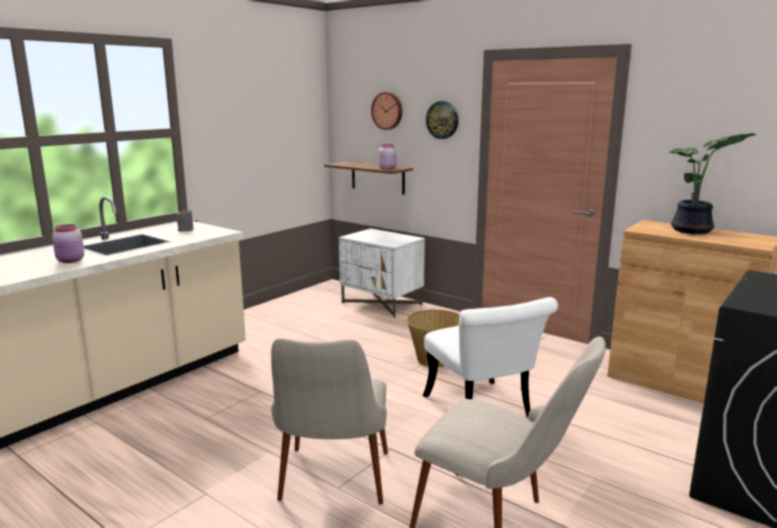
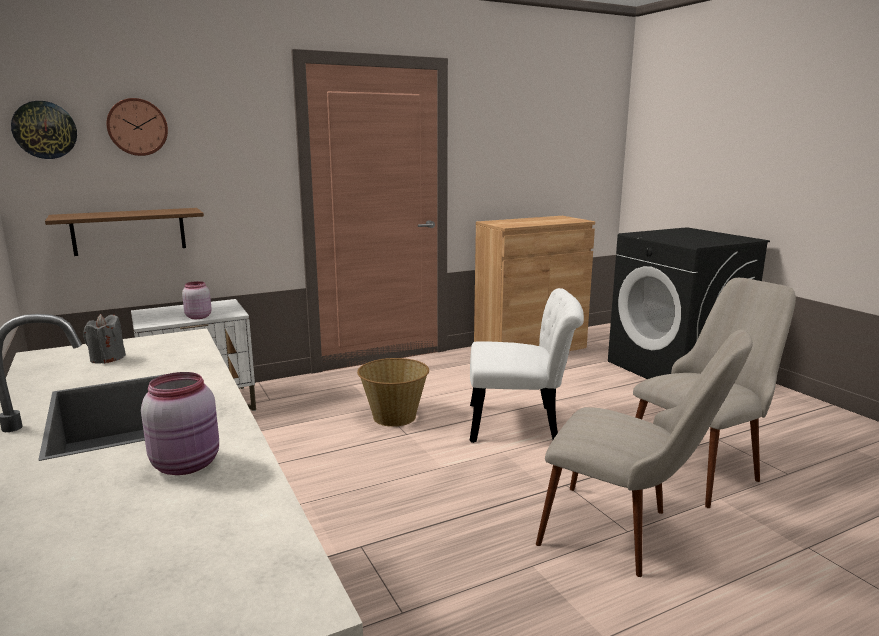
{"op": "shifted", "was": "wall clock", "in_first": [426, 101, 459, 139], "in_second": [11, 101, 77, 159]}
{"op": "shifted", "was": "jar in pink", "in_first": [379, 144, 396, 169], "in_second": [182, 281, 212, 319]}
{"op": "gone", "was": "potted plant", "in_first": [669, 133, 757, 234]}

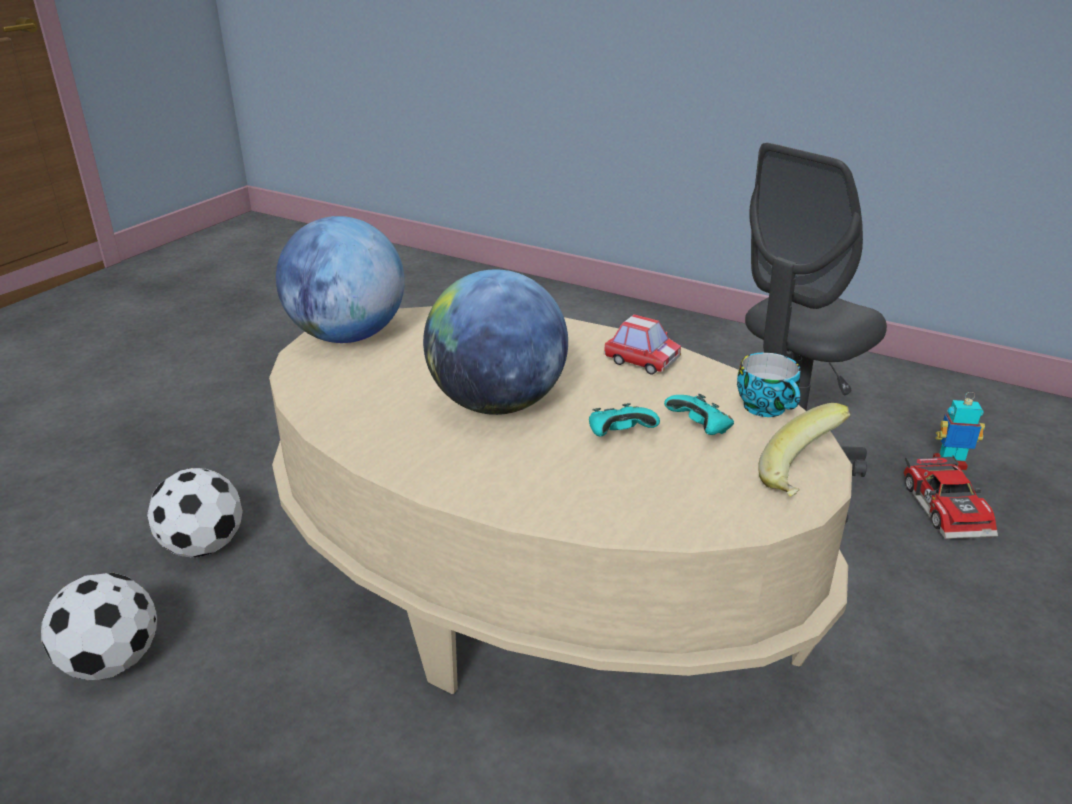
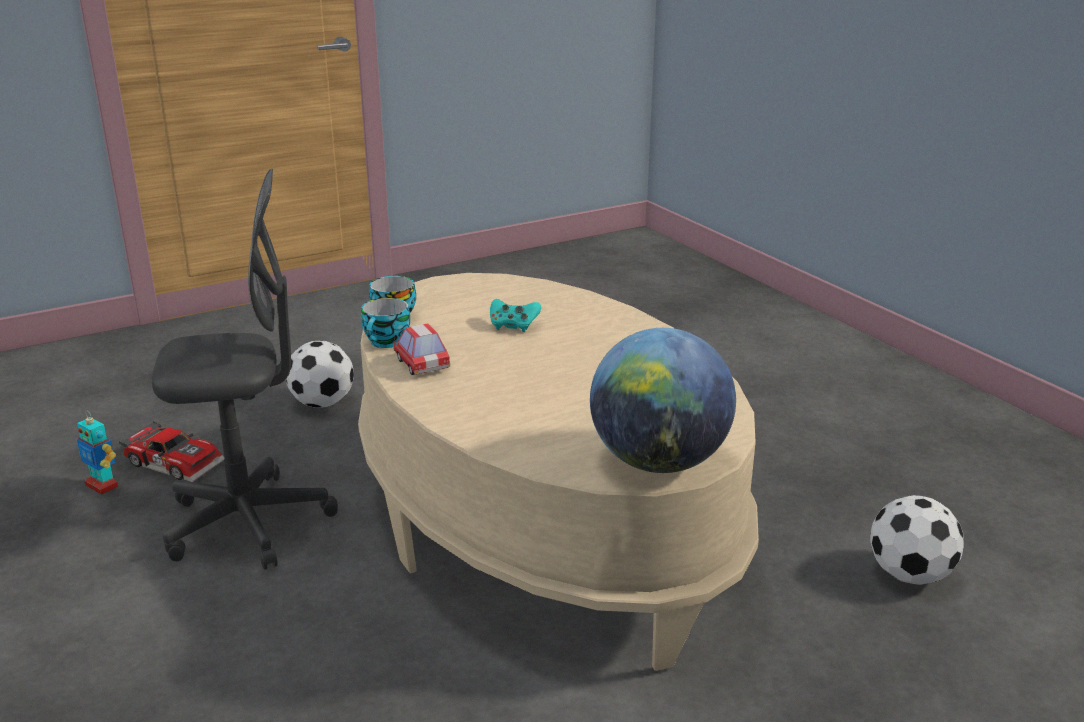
{"op": "rotated", "was": "toy car", "in_first": [903, 455, 998, 539], "in_second": [119, 421, 224, 482], "clockwise": 90}
{"op": "shifted", "was": "football", "in_first": [147, 468, 243, 558], "in_second": [286, 341, 354, 408]}
{"op": "new", "now": "cup", "in_second": [361, 298, 410, 348]}
{"op": "gone", "was": "globe", "in_first": [423, 269, 568, 415]}
{"op": "gone", "was": "game controller in turquoise", "in_first": [664, 394, 734, 435]}
{"op": "gone", "was": "banana", "in_first": [758, 403, 851, 497]}

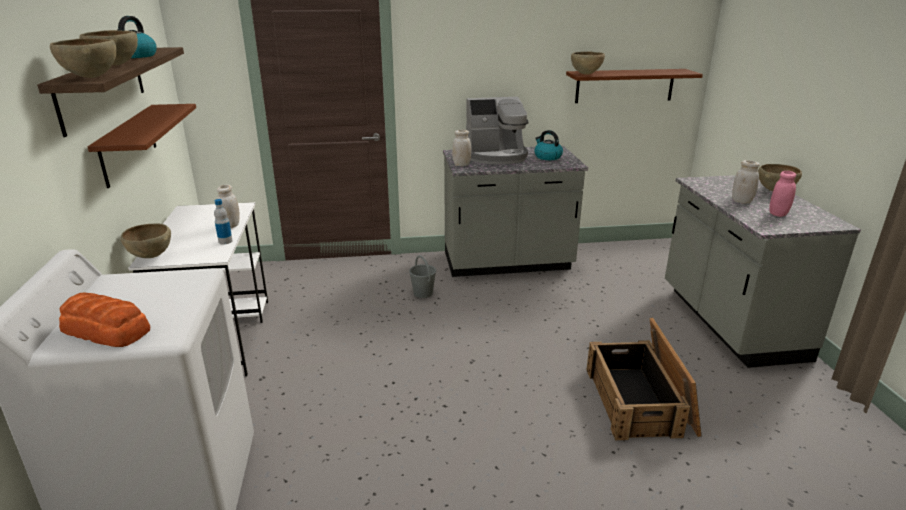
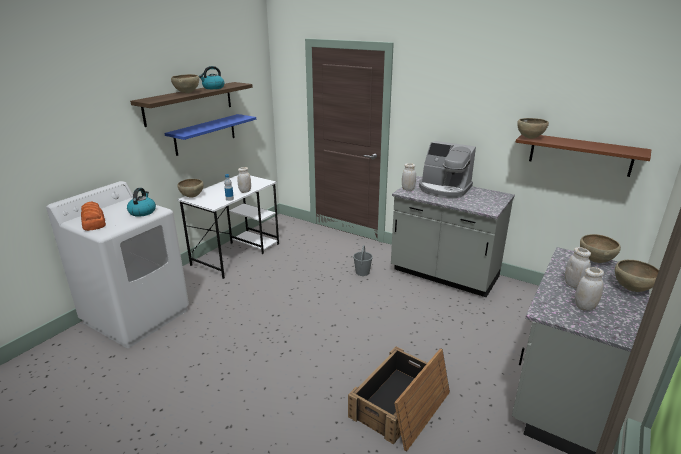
{"op": "shifted", "was": "kettle", "in_first": [534, 130, 563, 160], "in_second": [127, 188, 156, 217]}
{"op": "repainted", "was": "shelf in brown", "now": "shelf in blue", "in_first": [87, 104, 196, 188], "in_second": [165, 114, 256, 156]}
{"op": "repainted", "was": "jar in pink", "now": "jar in white", "in_first": [769, 171, 796, 217], "in_second": [575, 267, 604, 311]}
{"op": "shifted", "was": "bowl in brown", "in_first": [50, 38, 116, 78], "in_second": [580, 234, 621, 263]}

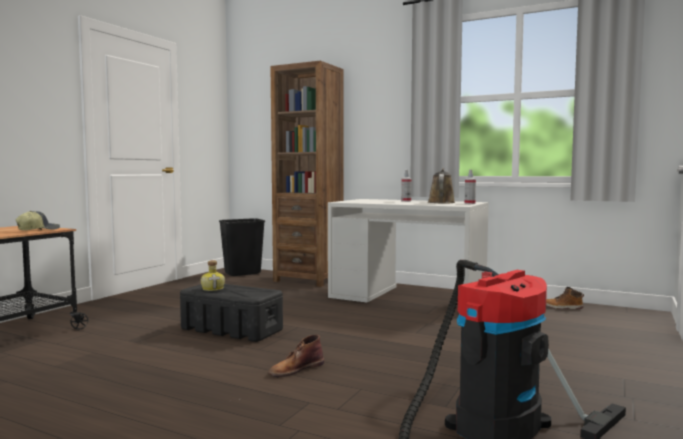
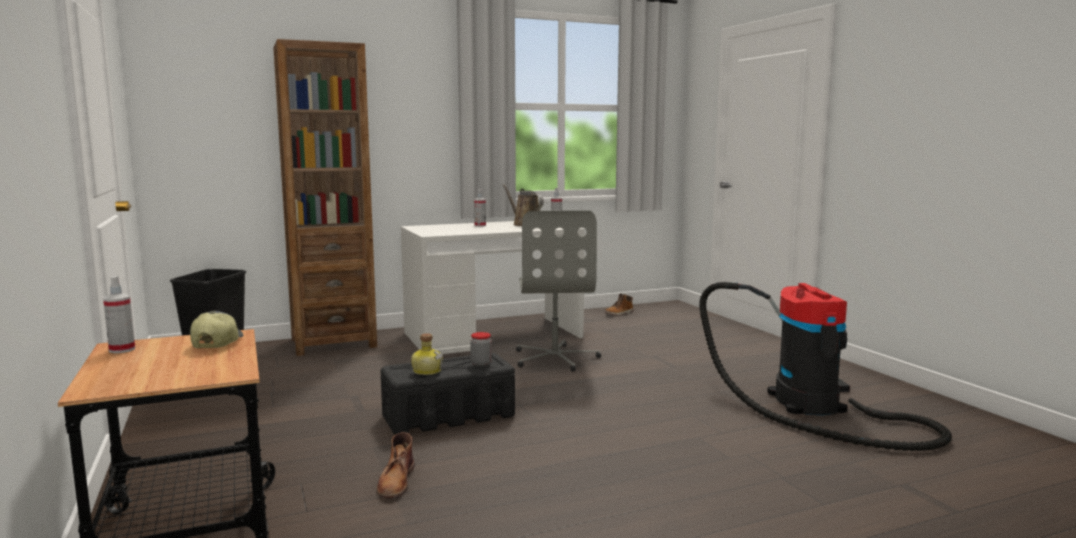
{"op": "new", "now": "spray bottle", "in_second": [103, 277, 135, 353]}
{"op": "shifted", "was": "boot in brown", "in_first": [268, 335, 324, 377], "in_second": [377, 432, 415, 499]}
{"op": "new", "now": "jar", "in_second": [470, 332, 492, 366]}
{"op": "new", "now": "office chair in grey", "in_second": [516, 211, 601, 372]}

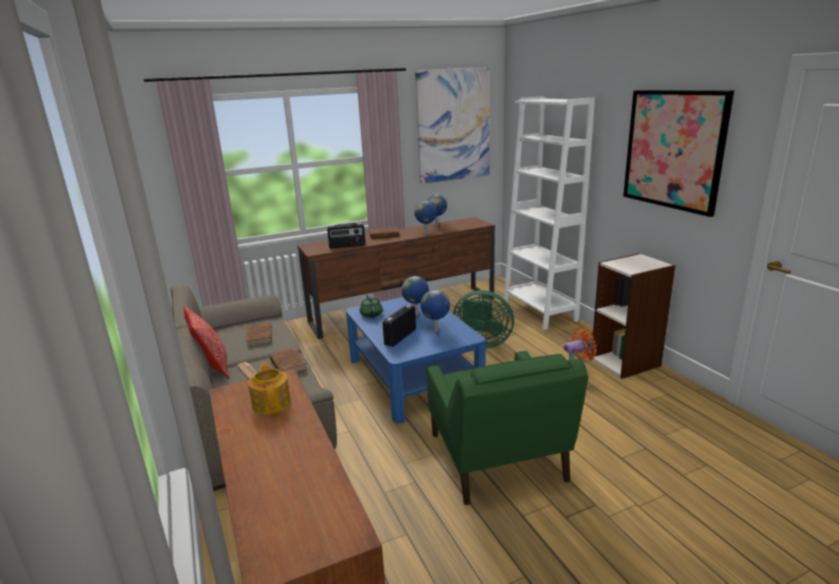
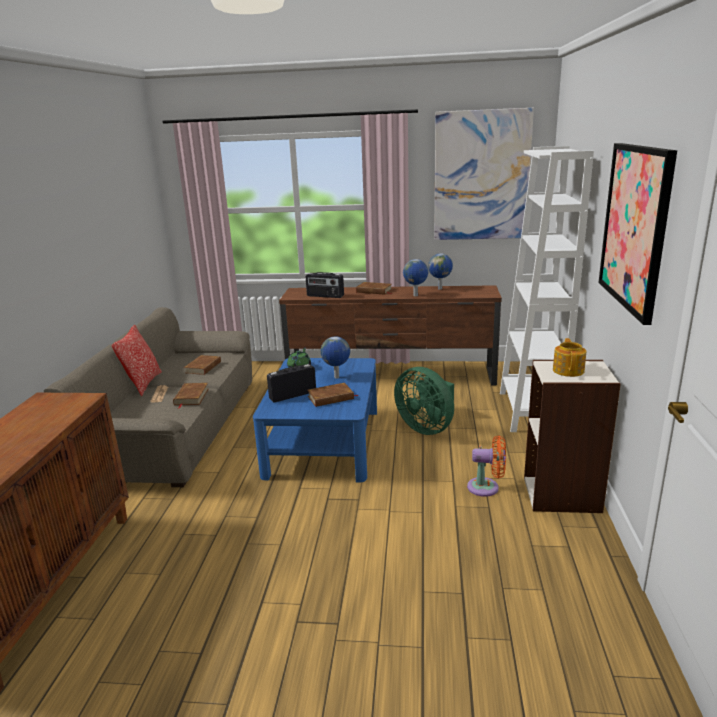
{"op": "swapped", "was": "globe", "now": "book in brown", "in_first": [420, 290, 450, 332], "in_second": [308, 383, 358, 407]}
{"op": "shifted", "was": "teapot", "in_first": [248, 362, 291, 415], "in_second": [553, 338, 586, 377]}
{"op": "gone", "was": "armchair in green", "in_first": [426, 351, 588, 505]}

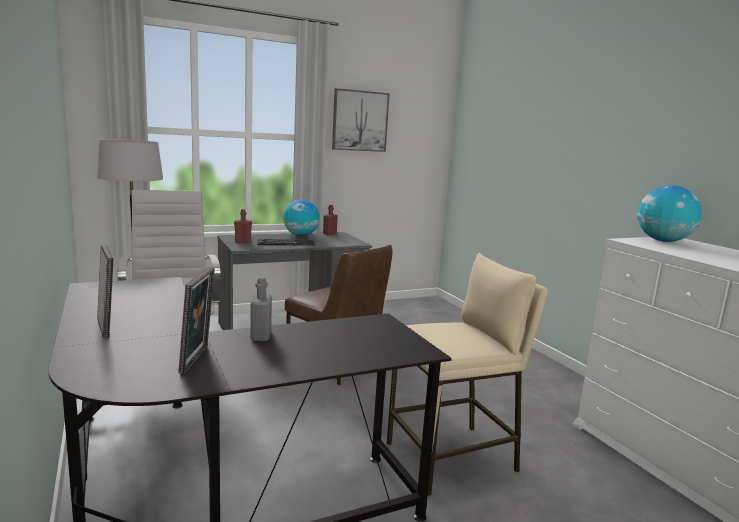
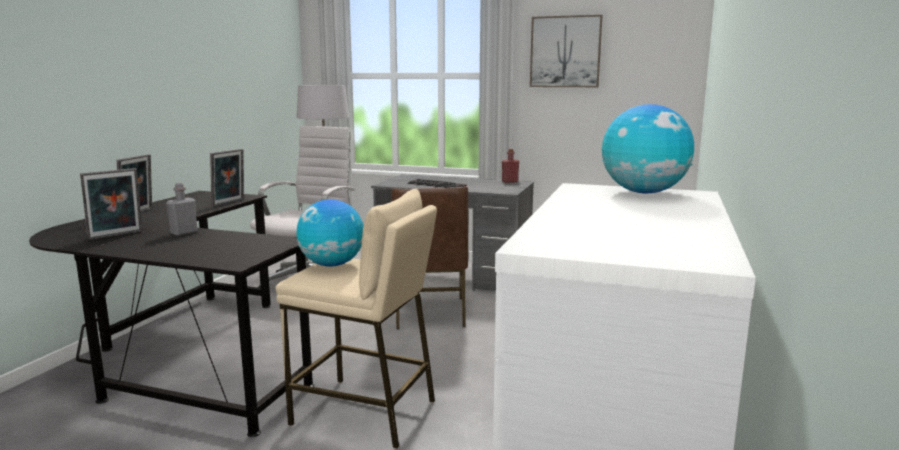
{"op": "new", "now": "picture frame", "in_second": [210, 149, 244, 207]}
{"op": "shifted", "was": "globe", "in_first": [283, 199, 320, 236], "in_second": [297, 199, 364, 267]}
{"op": "gone", "was": "bottle in red", "in_first": [234, 209, 252, 243]}

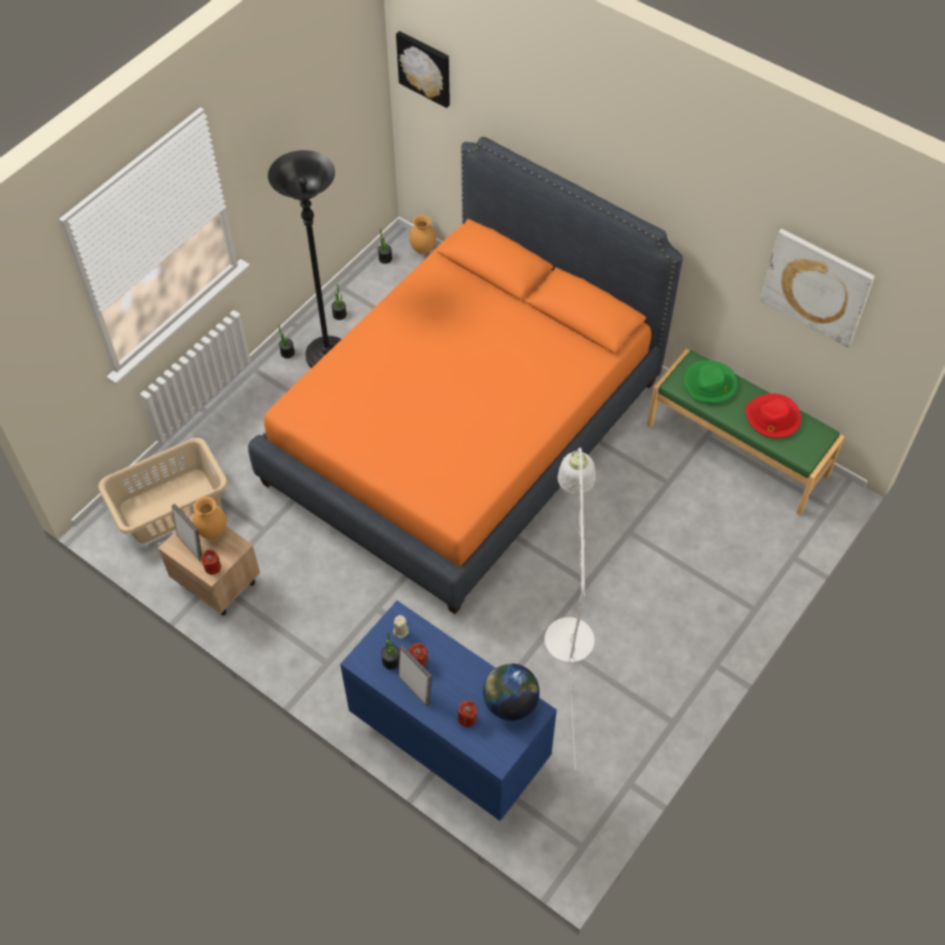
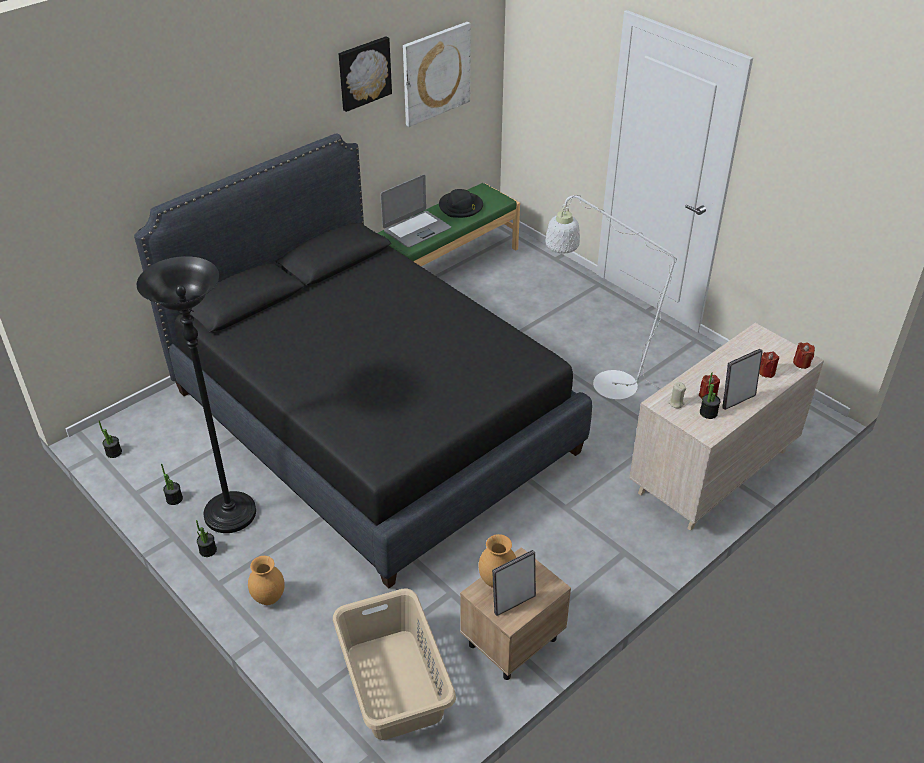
{"op": "repainted", "was": "bed in orange", "now": "bed in black", "in_first": [248, 137, 683, 614], "in_second": [134, 133, 592, 589]}
{"op": "shifted", "was": "vase in brown", "in_first": [409, 215, 436, 254], "in_second": [248, 556, 285, 605]}
{"op": "shifted", "was": "picture", "in_first": [396, 31, 450, 108], "in_second": [339, 36, 392, 112]}
{"op": "swapped", "was": "hat in green", "now": "laptop", "in_first": [684, 360, 738, 403], "in_second": [380, 174, 451, 247]}
{"op": "repainted", "was": "hat in red", "now": "hat in black", "in_first": [745, 393, 801, 438], "in_second": [439, 189, 483, 218]}
{"op": "repainted", "was": "dresser in blue", "now": "dresser in beige", "in_first": [340, 600, 557, 821], "in_second": [629, 323, 824, 531]}
{"op": "shifted", "was": "candle in red", "in_first": [201, 550, 221, 575], "in_second": [793, 342, 815, 369]}
{"op": "gone", "was": "globe", "in_first": [483, 663, 540, 721]}

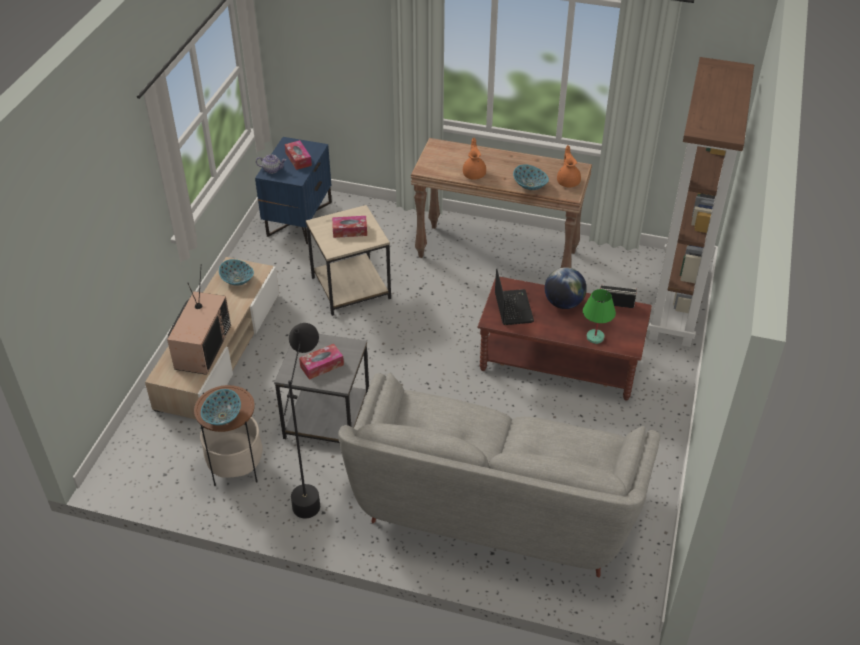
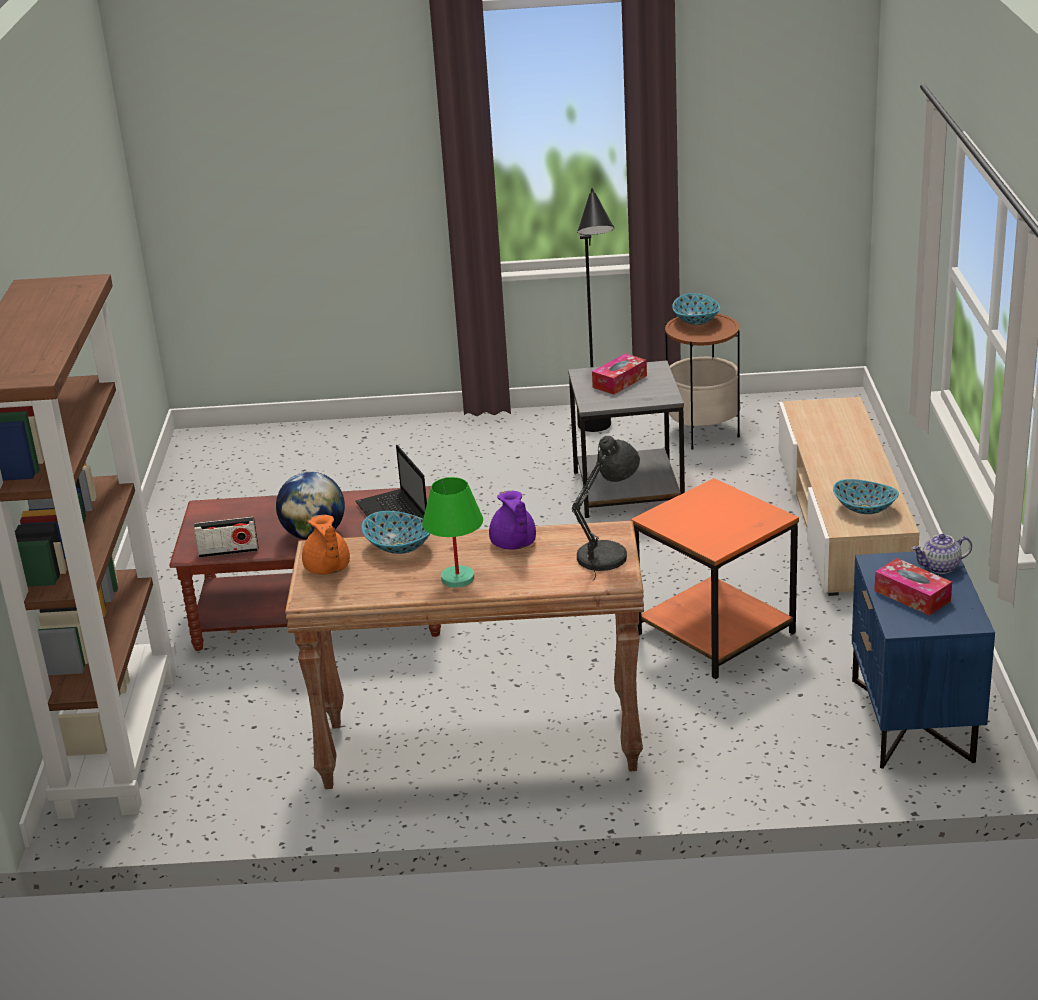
{"op": "shifted", "was": "table lamp in green", "in_first": [583, 289, 616, 344], "in_second": [422, 477, 483, 588]}
{"op": "repainted", "was": "teapot in orange", "now": "teapot in purple", "in_first": [463, 138, 486, 180], "in_second": [489, 491, 536, 550]}
{"op": "new", "now": "table lamp in grey", "in_second": [572, 436, 640, 580]}
{"op": "repainted", "was": "side table in beige", "now": "side table in orange", "in_first": [306, 205, 391, 316], "in_second": [631, 478, 799, 679]}
{"op": "gone", "was": "television", "in_first": [167, 264, 231, 375]}
{"op": "gone", "was": "tissue box", "in_first": [332, 216, 367, 238]}
{"op": "gone", "was": "sofa in grey", "in_first": [338, 373, 660, 577]}

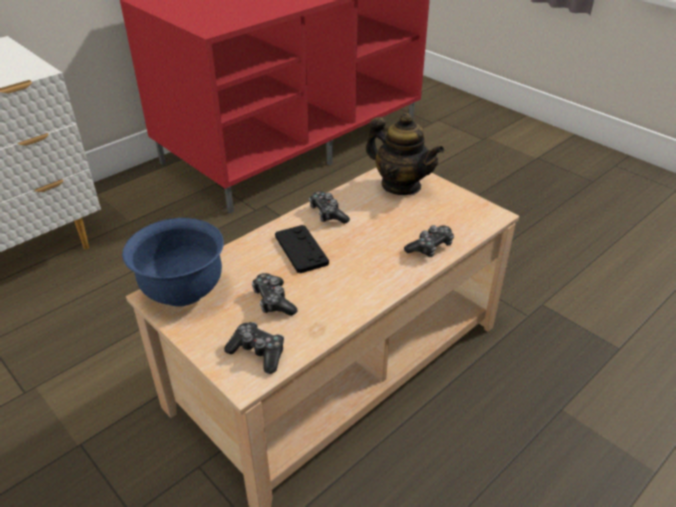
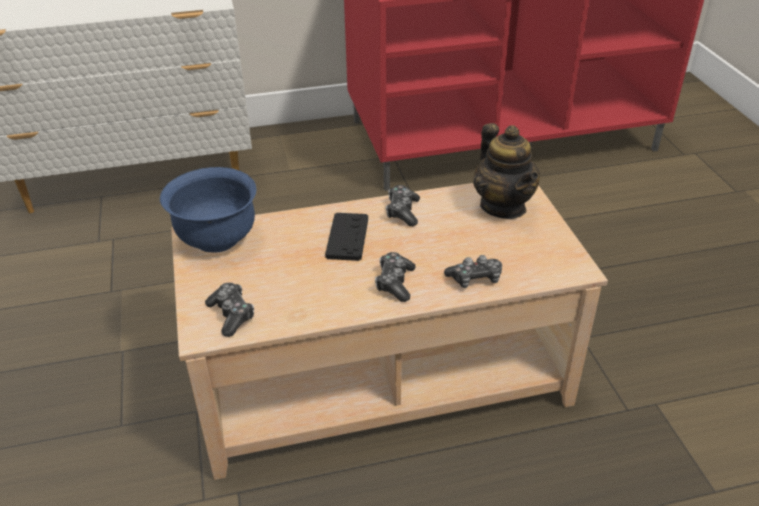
{"op": "shifted", "was": "game controller", "in_first": [252, 273, 298, 316], "in_second": [375, 252, 415, 302]}

